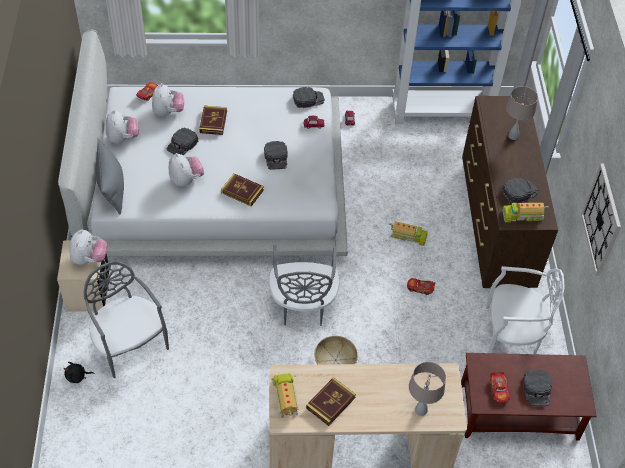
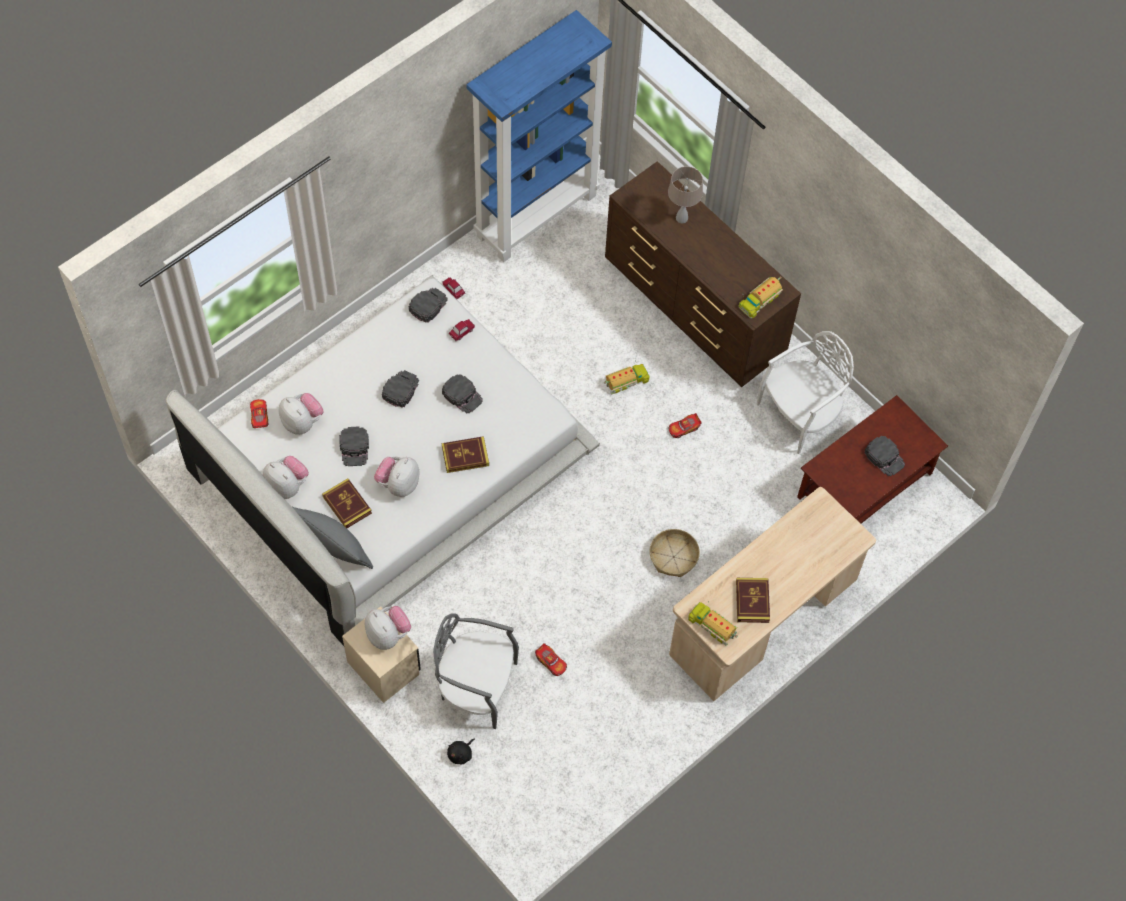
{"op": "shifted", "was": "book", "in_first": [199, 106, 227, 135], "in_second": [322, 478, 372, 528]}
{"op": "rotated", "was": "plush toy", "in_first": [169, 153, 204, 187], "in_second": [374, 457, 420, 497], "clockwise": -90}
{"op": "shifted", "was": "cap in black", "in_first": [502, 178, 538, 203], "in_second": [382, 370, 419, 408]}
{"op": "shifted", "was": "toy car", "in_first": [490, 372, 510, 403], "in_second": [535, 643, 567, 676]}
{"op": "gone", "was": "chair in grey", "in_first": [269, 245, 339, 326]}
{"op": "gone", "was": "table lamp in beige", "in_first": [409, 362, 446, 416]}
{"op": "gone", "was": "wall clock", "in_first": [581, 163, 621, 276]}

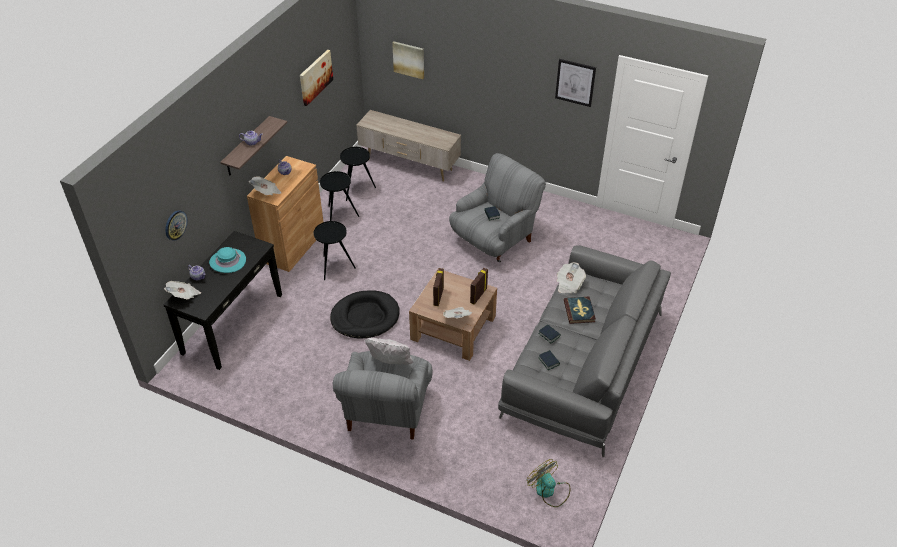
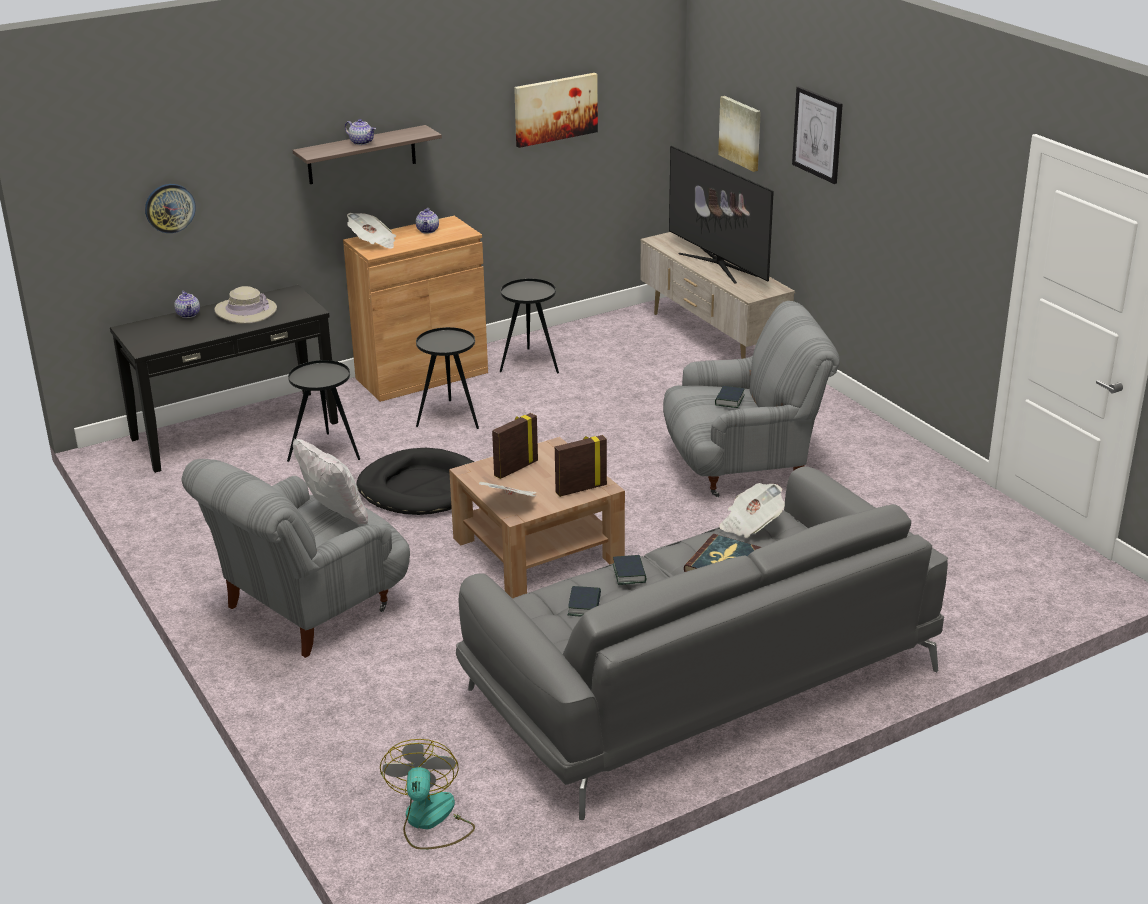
{"op": "repainted", "was": "hat in turquoise", "now": "hat in beige", "in_first": [209, 247, 246, 273], "in_second": [214, 286, 277, 324]}
{"op": "shifted", "was": "side table in black", "in_first": [340, 147, 376, 201], "in_second": [287, 360, 360, 462]}
{"op": "new", "now": "television", "in_second": [669, 146, 774, 284]}
{"op": "shifted", "was": "picture", "in_first": [555, 59, 596, 107], "in_second": [792, 86, 843, 184]}
{"op": "gone", "was": "newspaper", "in_first": [164, 281, 201, 300]}

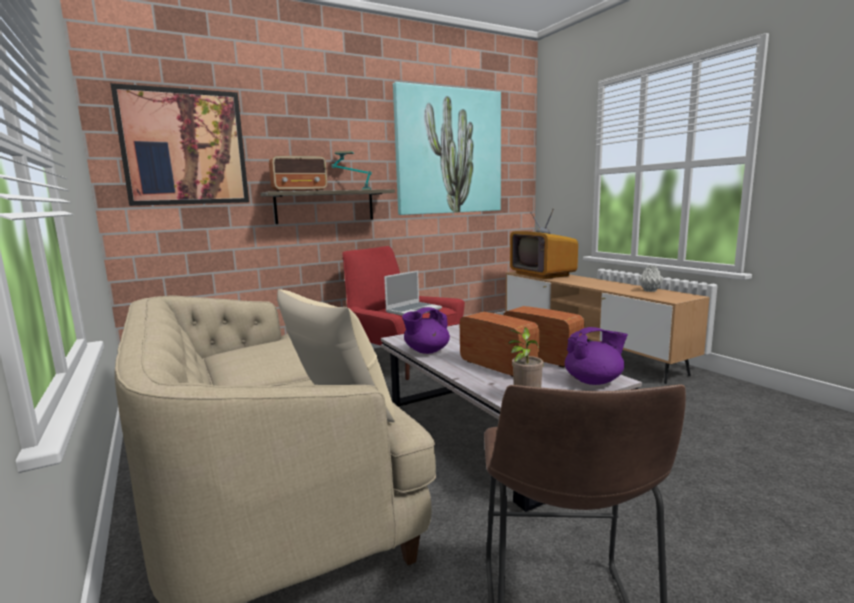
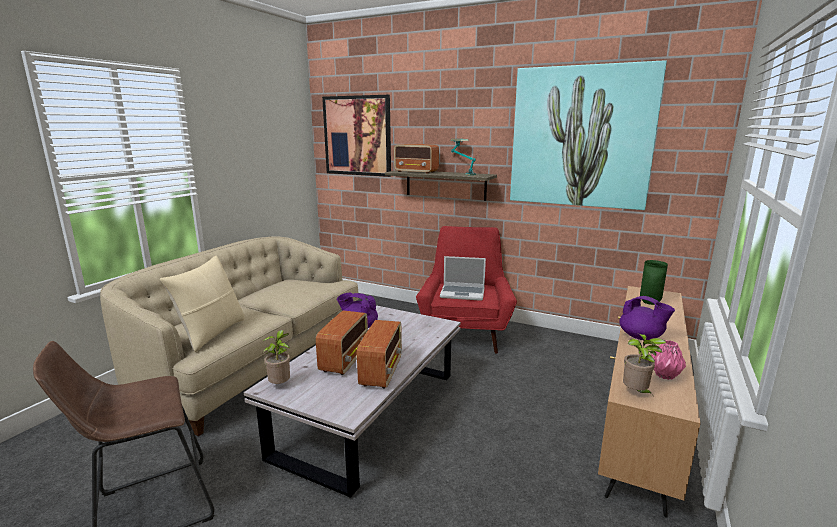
{"op": "shifted", "was": "teapot in purple", "in_first": [565, 327, 628, 385], "in_second": [619, 296, 675, 340]}
{"op": "new", "now": "potted plant", "in_second": [623, 334, 666, 395]}
{"op": "swapped", "was": "television", "now": "vase in green", "in_first": [510, 208, 578, 279], "in_second": [640, 260, 668, 305]}
{"op": "repainted", "was": "vase in grey", "now": "vase in pink", "in_first": [639, 265, 663, 292], "in_second": [651, 340, 686, 380]}

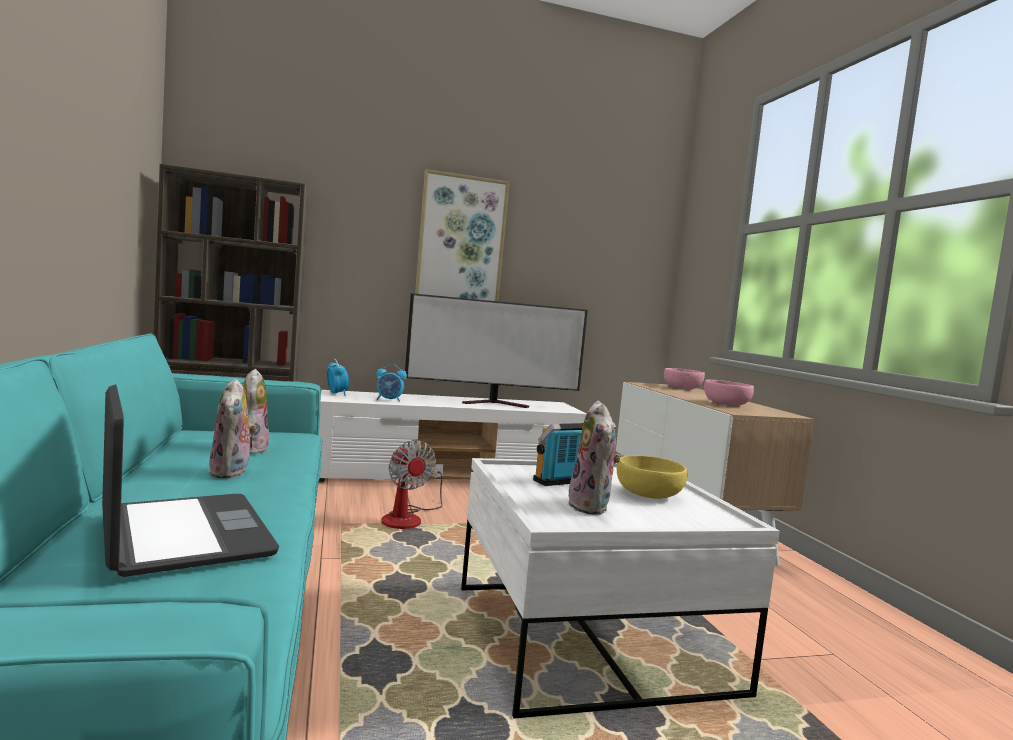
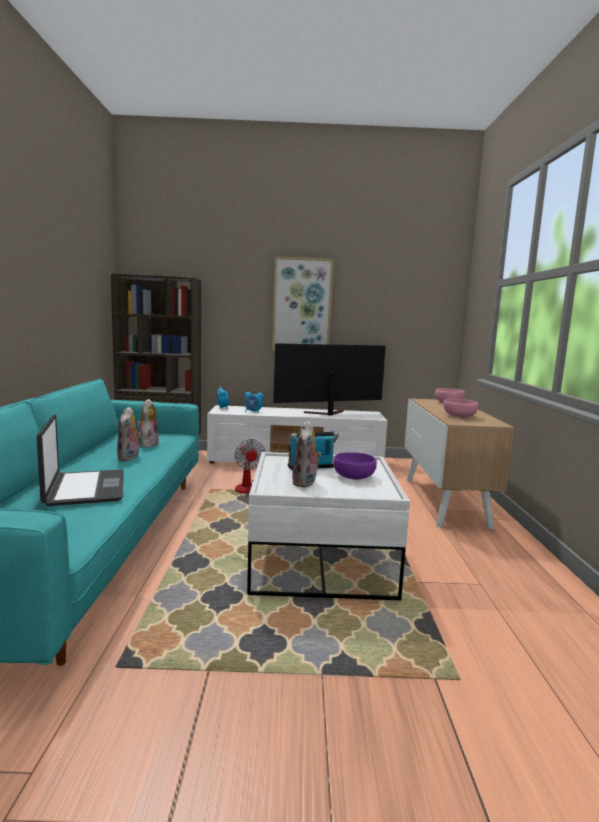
{"op": "rotated", "was": "television", "in_first": [405, 293, 588, 408], "in_second": [273, 343, 386, 416], "clockwise": 150}
{"op": "repainted", "was": "bowl in yellow", "now": "bowl in purple", "in_first": [617, 455, 688, 499], "in_second": [334, 452, 377, 479]}

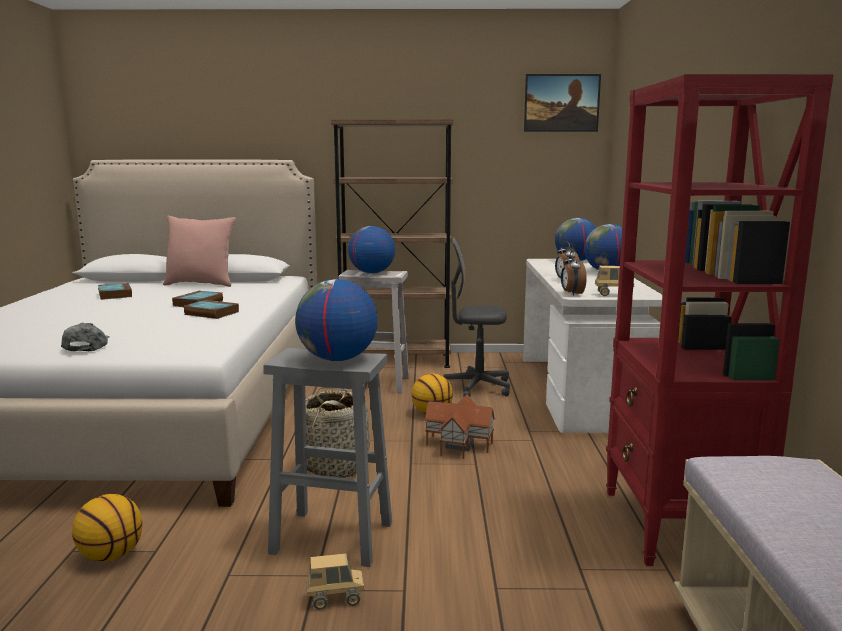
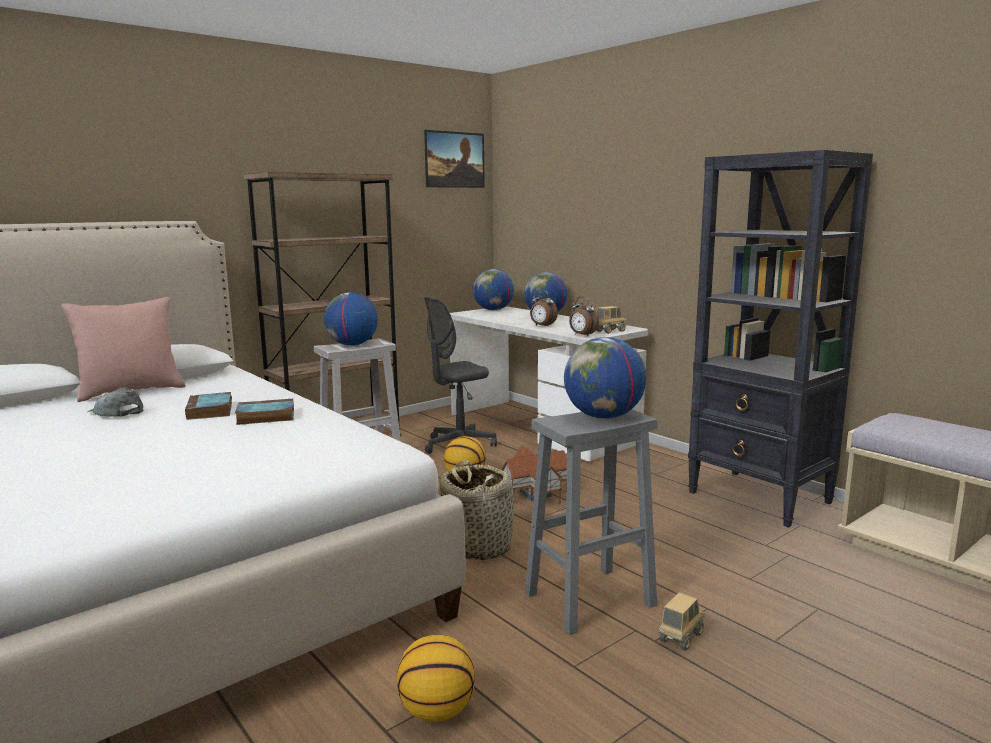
{"op": "shifted", "was": "cap in grey", "in_first": [61, 323, 110, 351], "in_second": [88, 387, 143, 417]}
{"op": "repainted", "was": "bookcase in red", "now": "bookcase in black", "in_first": [606, 74, 834, 566], "in_second": [688, 150, 873, 528]}
{"op": "gone", "was": "book", "in_first": [98, 283, 132, 300]}

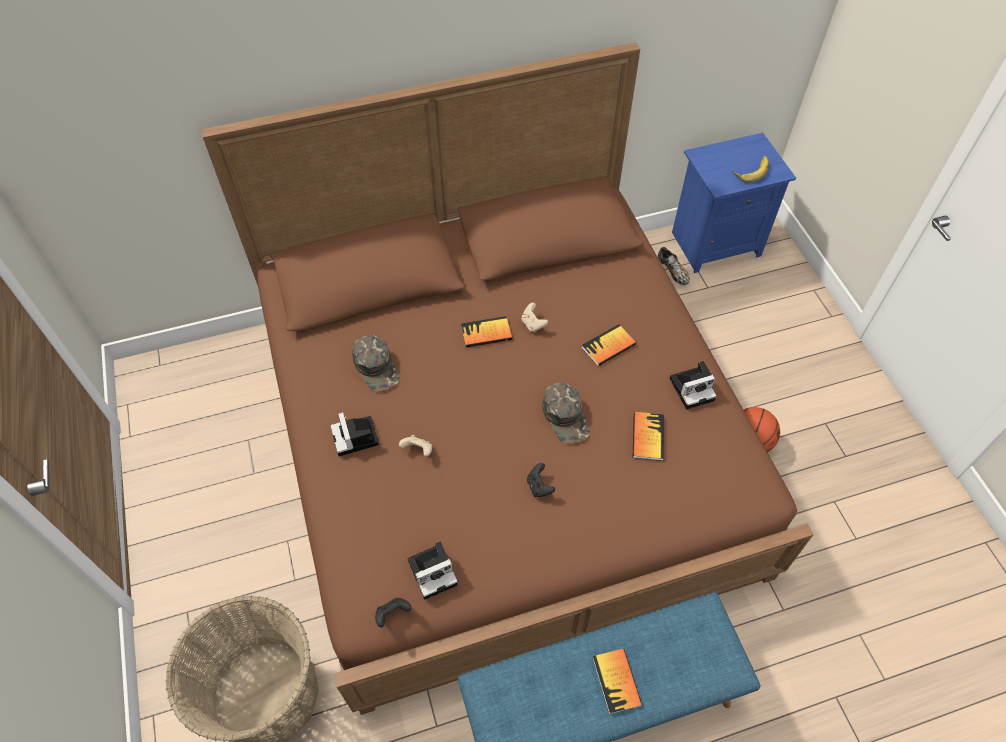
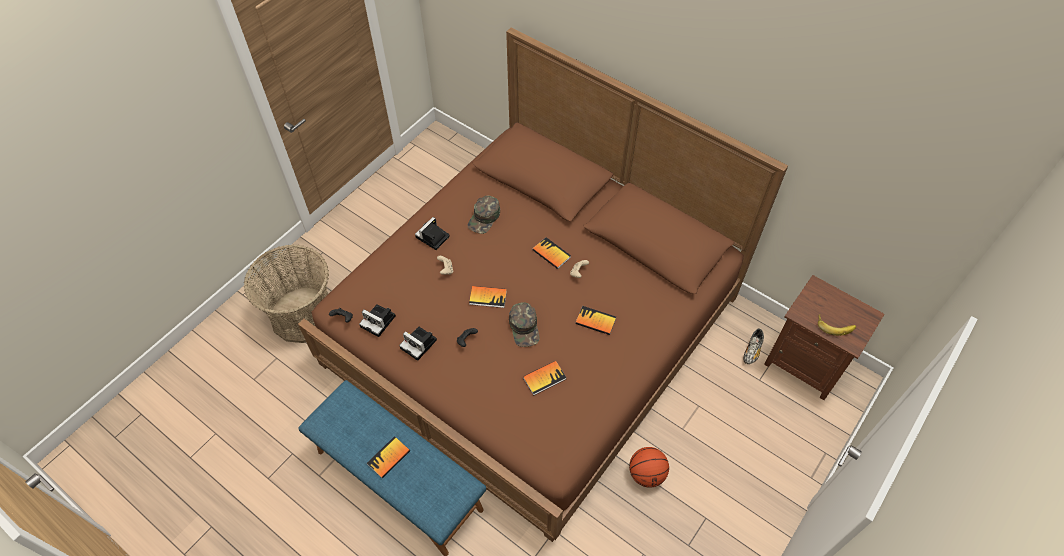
{"op": "shifted", "was": "photo camera", "in_first": [670, 361, 717, 409], "in_second": [399, 327, 437, 361]}
{"op": "new", "now": "book", "in_second": [469, 286, 507, 308]}
{"op": "rotated", "was": "cap in green", "in_first": [542, 382, 590, 444], "in_second": [509, 303, 540, 347], "clockwise": -45}
{"op": "repainted", "was": "nightstand in blue", "now": "nightstand in brown", "in_first": [672, 133, 796, 273], "in_second": [764, 275, 885, 400]}

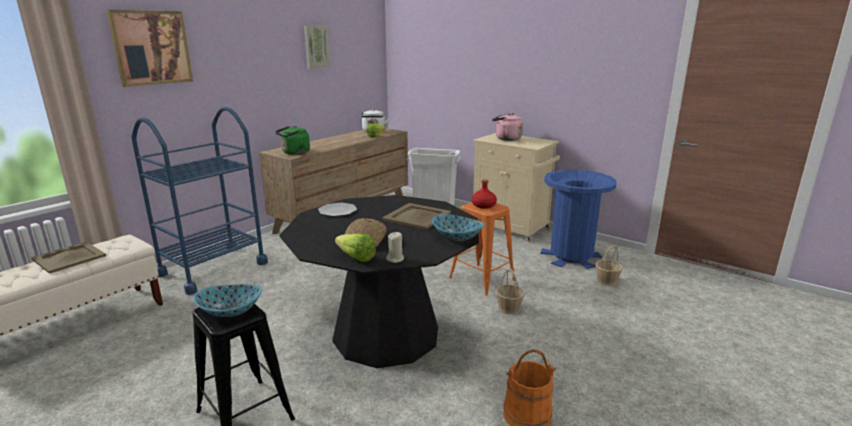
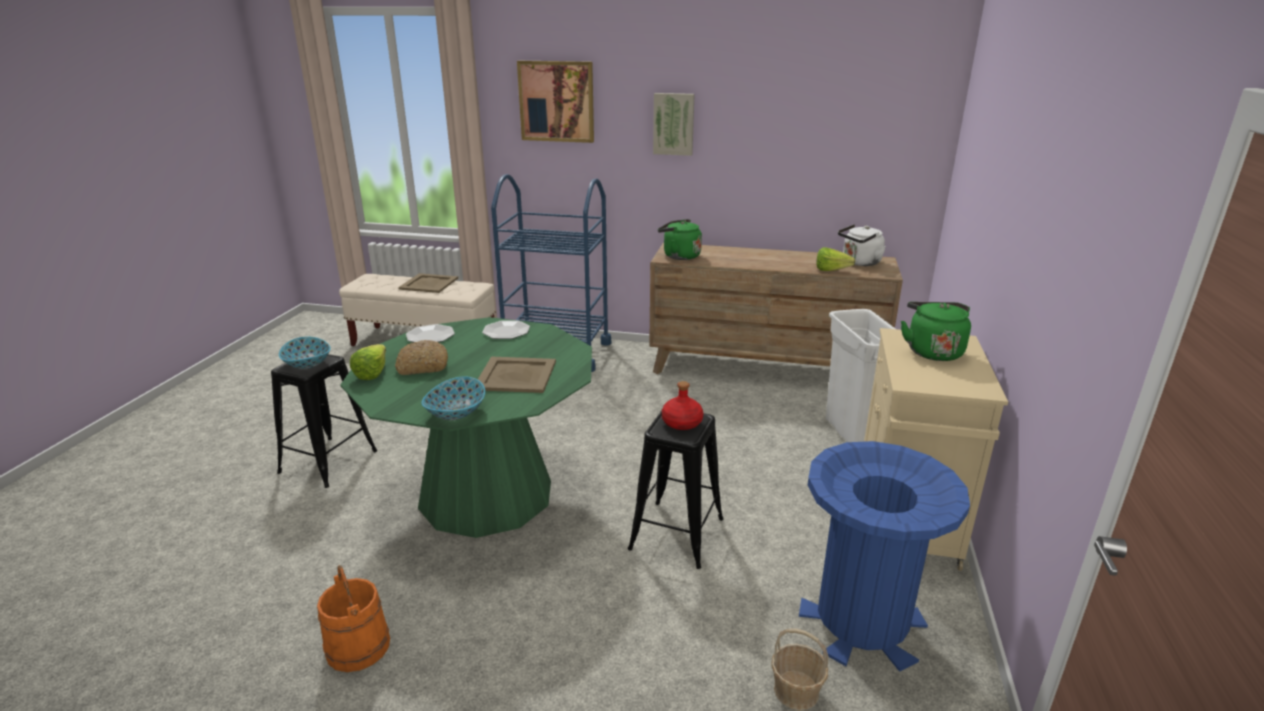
{"op": "repainted", "was": "dining table in black", "now": "dining table in green", "in_first": [279, 195, 479, 368], "in_second": [340, 317, 592, 538]}
{"op": "new", "now": "plate", "in_second": [406, 324, 455, 342]}
{"op": "repainted", "was": "stool in orange", "now": "stool in black", "in_first": [449, 202, 514, 296], "in_second": [628, 410, 724, 569]}
{"op": "shifted", "was": "picture", "in_first": [304, 26, 330, 69], "in_second": [653, 93, 695, 156]}
{"op": "repainted", "was": "kettle in pink", "now": "kettle in green", "in_first": [492, 113, 523, 141], "in_second": [901, 302, 971, 361]}
{"op": "gone", "was": "candle in beige", "in_first": [386, 232, 404, 263]}
{"op": "gone", "was": "basket", "in_first": [496, 269, 525, 314]}

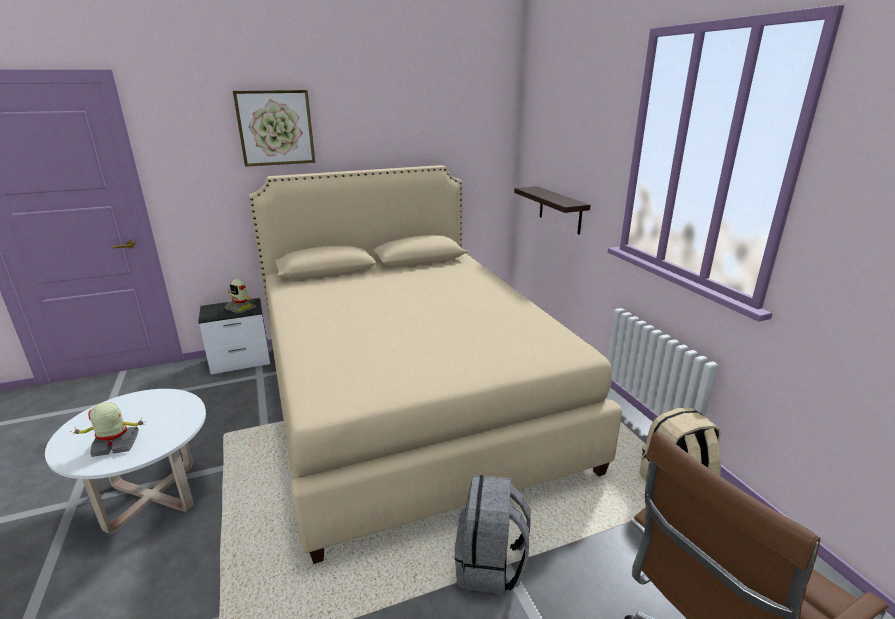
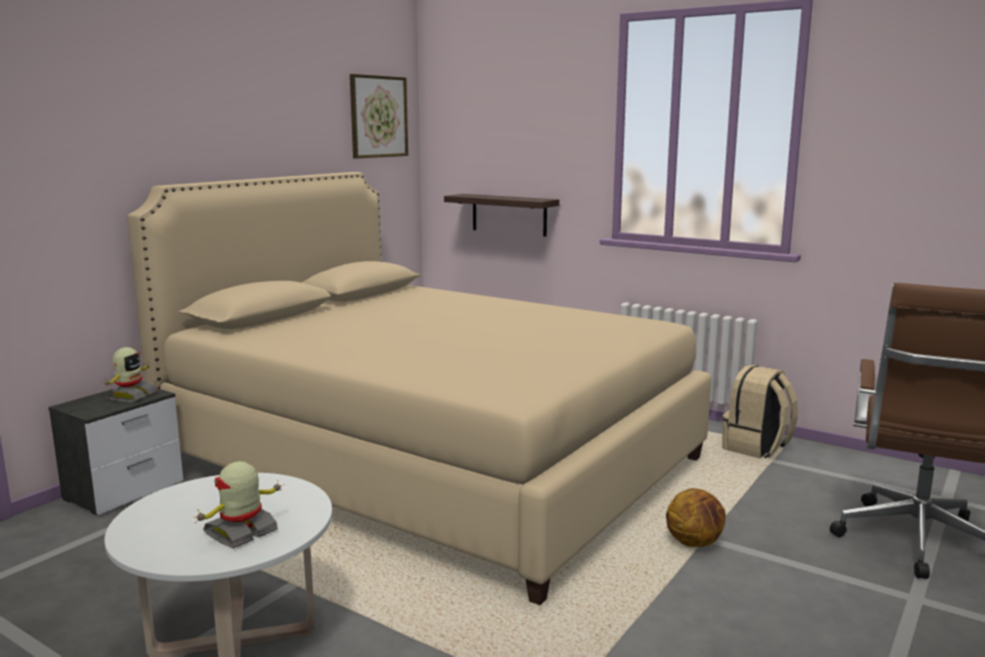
{"op": "rotated", "was": "toy robot", "in_first": [225, 279, 255, 314], "in_second": [103, 347, 158, 402], "clockwise": -75}
{"op": "shifted", "was": "picture", "in_first": [233, 90, 315, 167], "in_second": [350, 74, 408, 158]}
{"op": "swapped", "was": "backpack in grey", "now": "basketball", "in_first": [454, 475, 530, 594], "in_second": [666, 488, 726, 547]}

